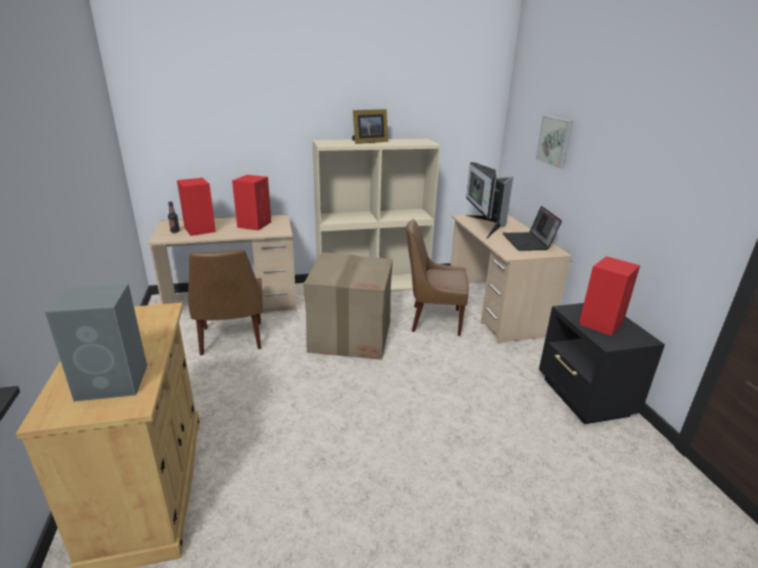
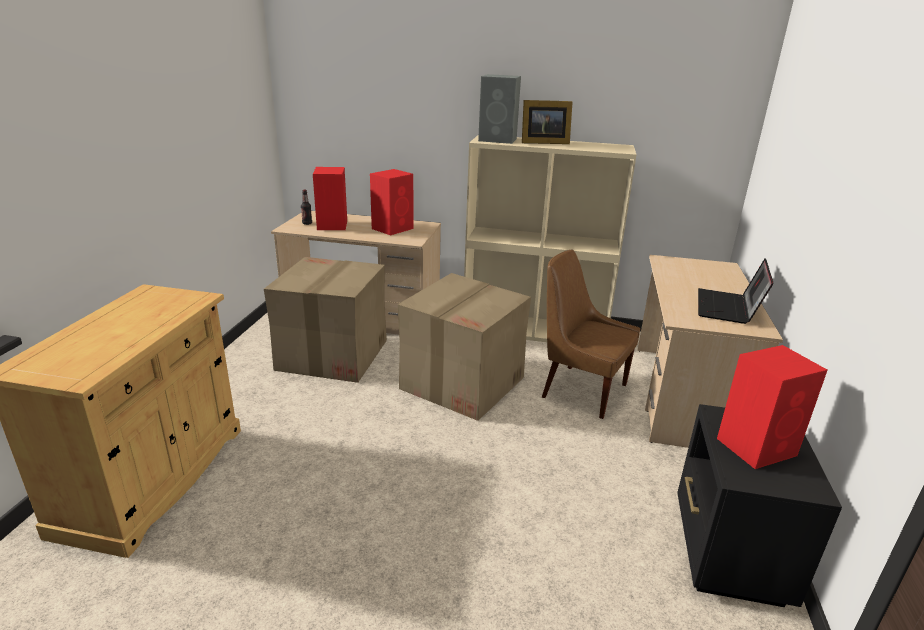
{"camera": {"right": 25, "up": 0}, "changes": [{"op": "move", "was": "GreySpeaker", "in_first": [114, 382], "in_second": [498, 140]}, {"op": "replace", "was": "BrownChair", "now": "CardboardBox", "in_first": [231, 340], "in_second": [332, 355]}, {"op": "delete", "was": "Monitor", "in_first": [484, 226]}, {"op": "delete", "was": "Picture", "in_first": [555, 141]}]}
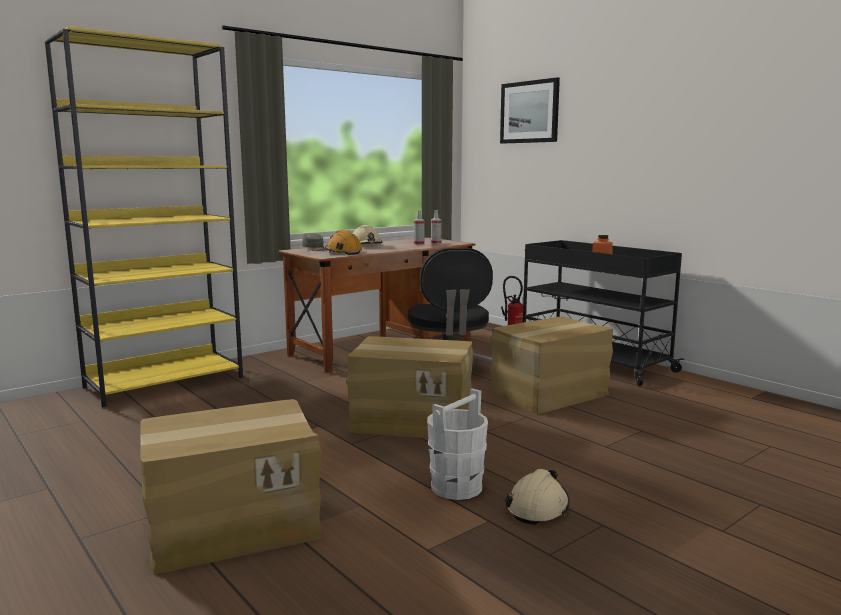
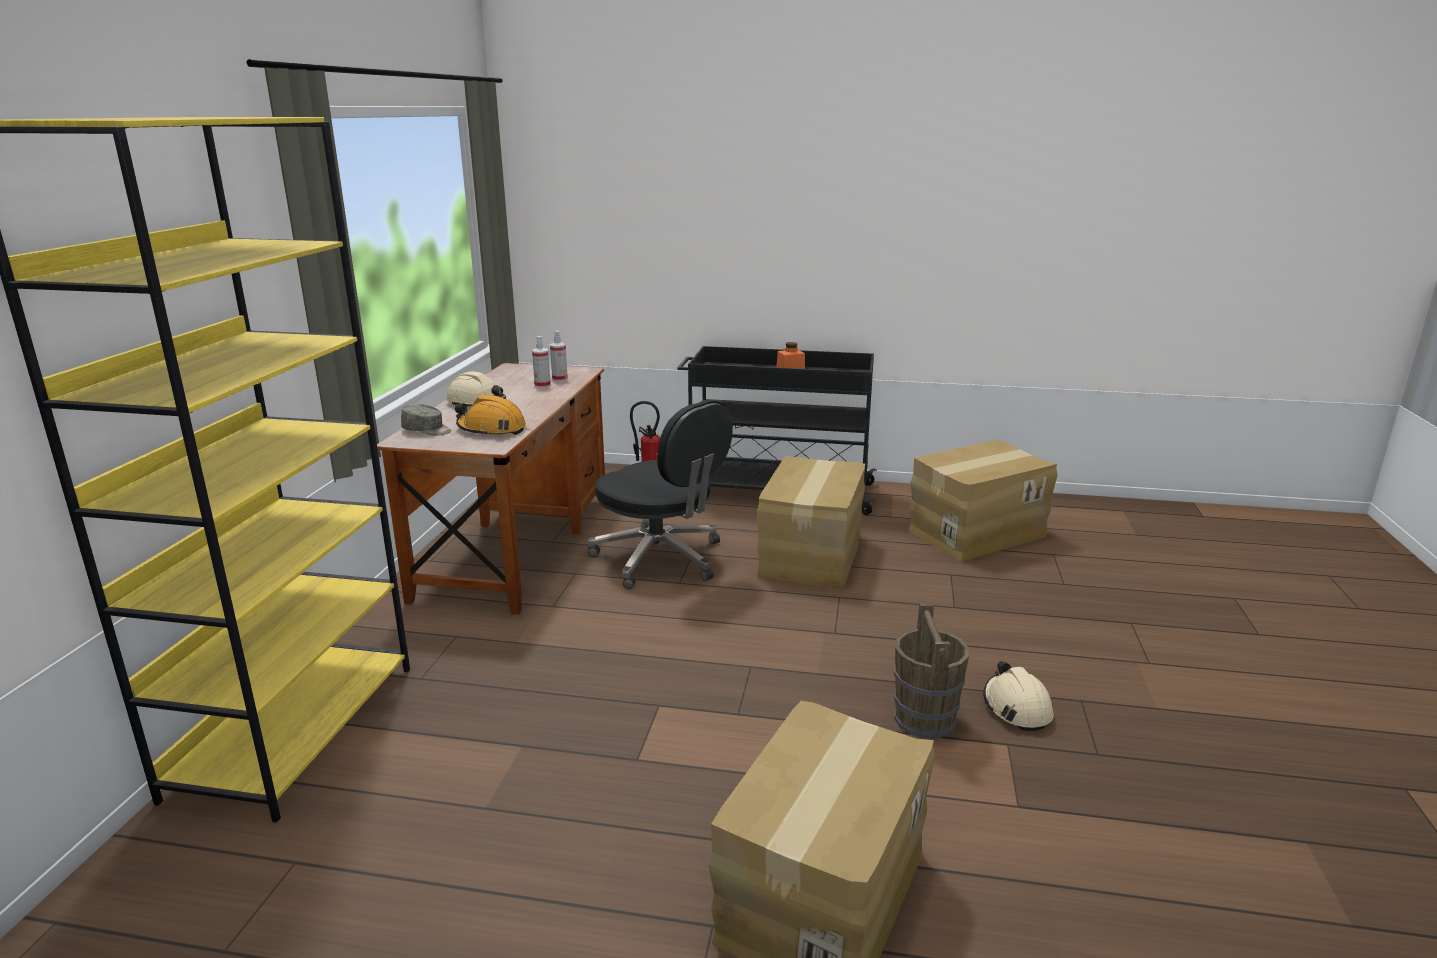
{"camera": {"right": -40, "up": 10}, "changes": [{"op": "move", "was": "CardboardBox", "in_first": [412, 421], "in_second": [975, 532]}, {"op": "recolor", "was": "WhiteBucket", "now": "BrownBucket", "in_first": [457, 487], "in_second": [924, 719]}, {"op": "delete", "was": "Picture", "in_first": [529, 112]}]}
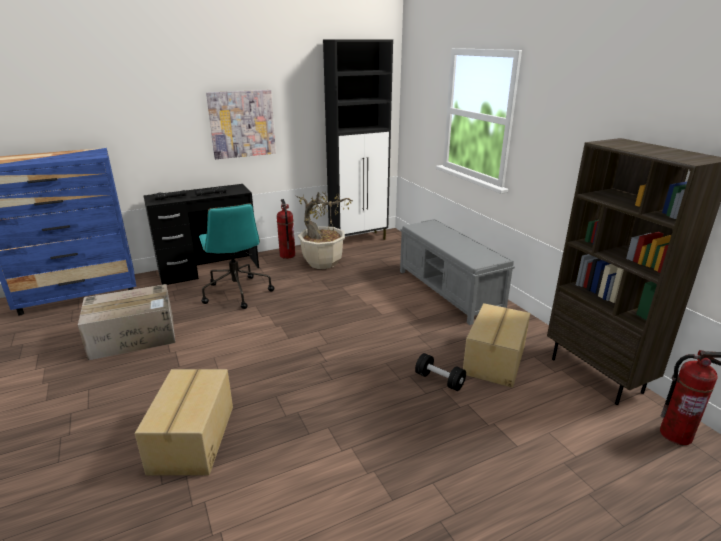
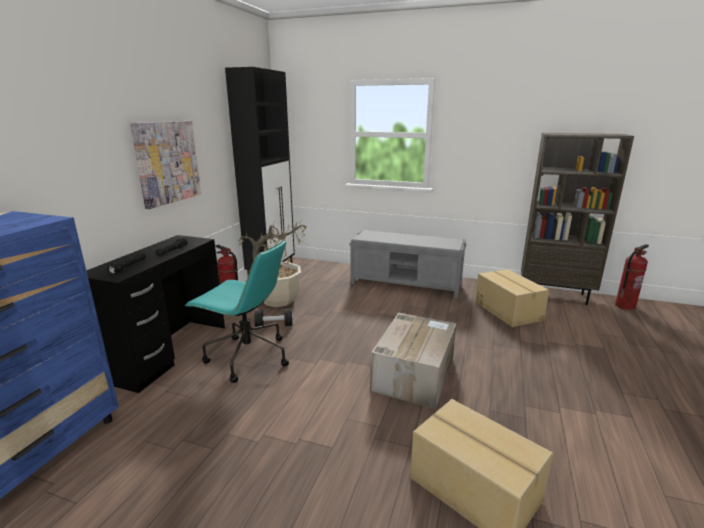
{"camera": {"right": -45, "up": -5}, "changes": [{"op": "move", "was": "CardboardBox", "in_first": [134, 336], "in_second": [414, 373]}, {"op": "move", "was": "BlackDumbbell", "in_first": [439, 380], "in_second": [274, 325]}]}
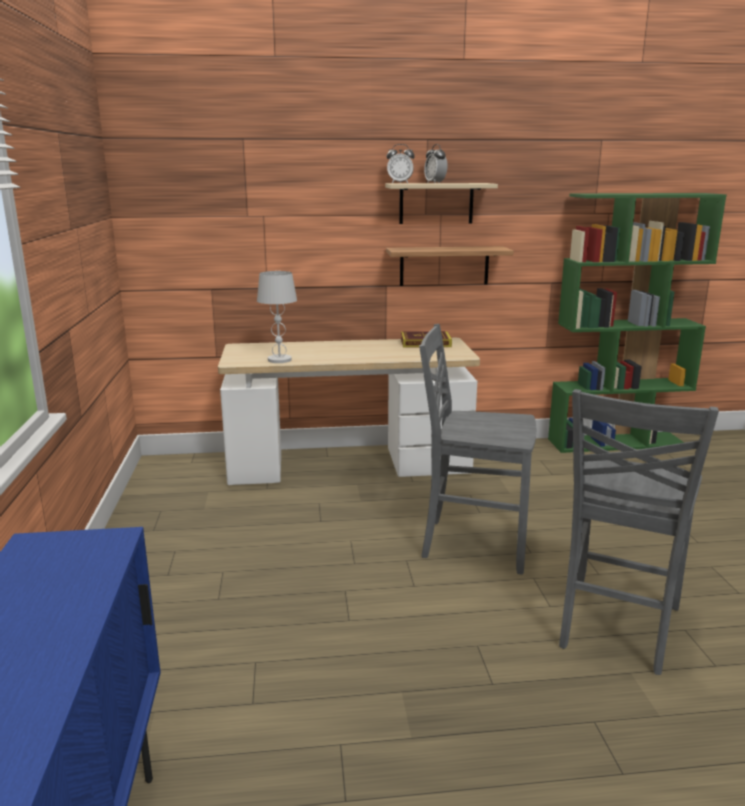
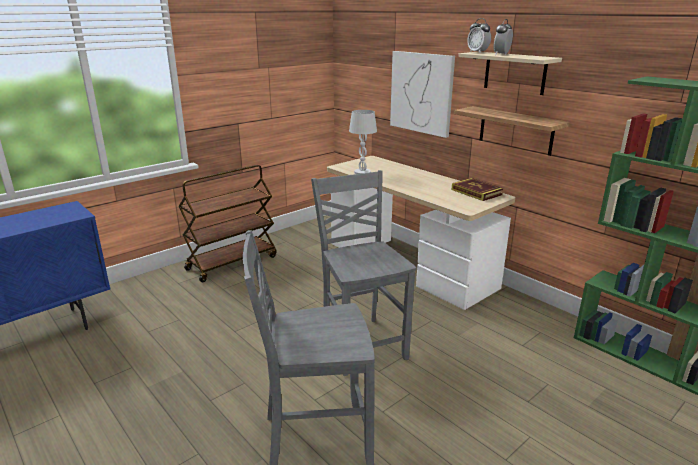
{"camera": {"right": 55, "up": 5}, "changes": [{"op": "insert", "now": "BrownCart", "in_second": [232, 262]}, {"op": "insert", "now": "Picture", "in_second": [421, 93]}]}
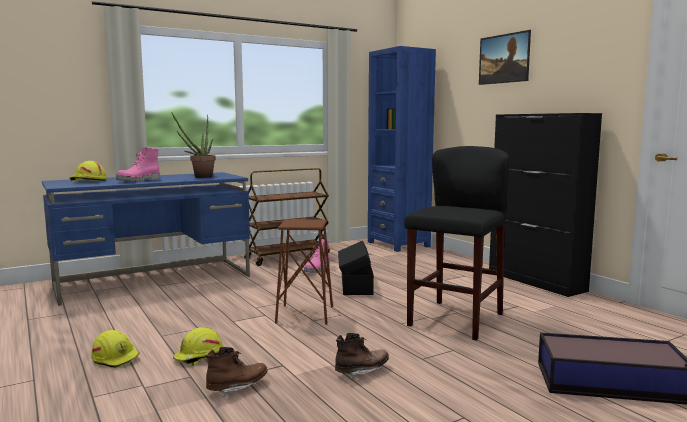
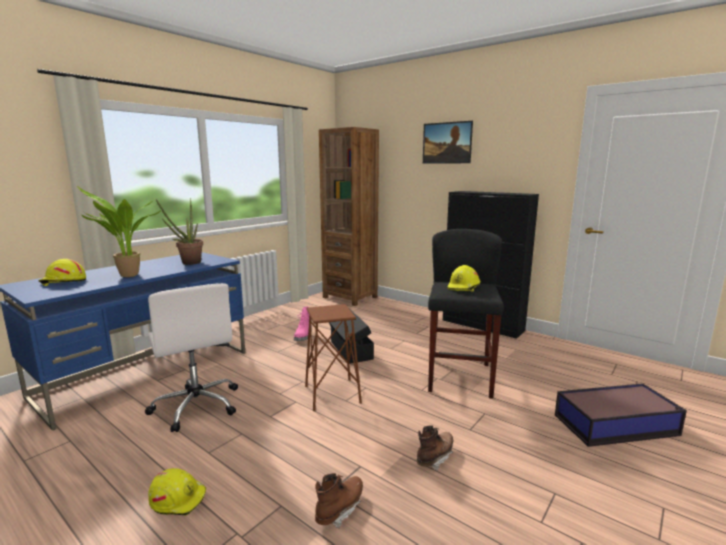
{"camera": {"right": -20, "up": 5}, "changes": [{"op": "replace", "was": "PinkBoot", "now": "PottedPlant", "in_first": [139, 181], "in_second": [127, 276]}, {"op": "move", "was": "YellowHardHat", "in_first": [199, 357], "in_second": [464, 287]}, {"op": "delete", "was": "BrownCart", "in_first": [288, 257]}, {"op": "recolor", "was": "BlueBookcase", "now": "BrownBookcase", "in_first": [398, 244], "in_second": [350, 297]}, {"op": "insert", "now": "WhiteOfficeChair", "in_second": [197, 405]}]}
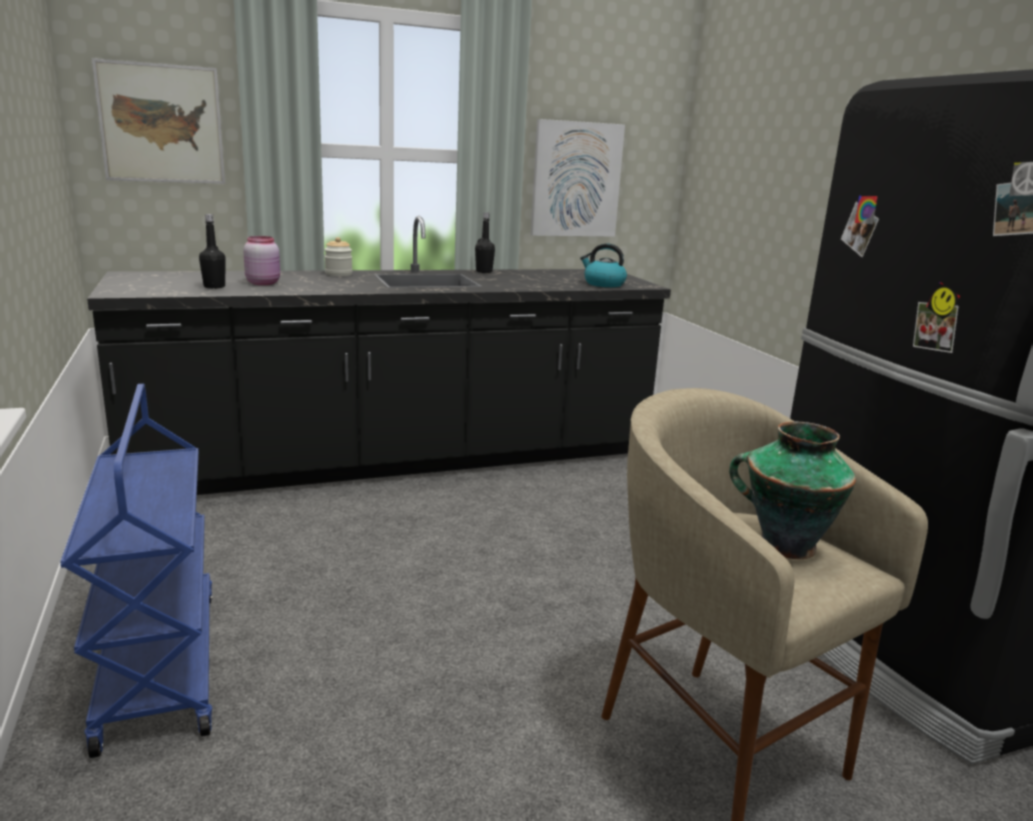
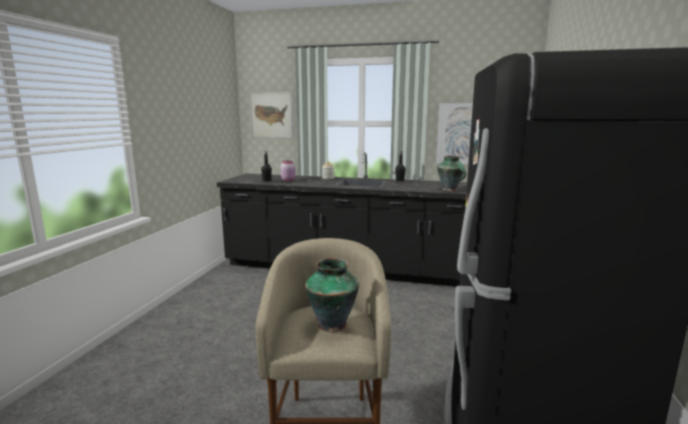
{"camera": {"right": 35, "up": -5}, "changes": [{"op": "delete", "was": "BlueCart", "in_first": [157, 665]}, {"op": "replace", "was": "Kettle", "now": "Vase", "in_first": [603, 284], "in_second": [450, 190]}]}
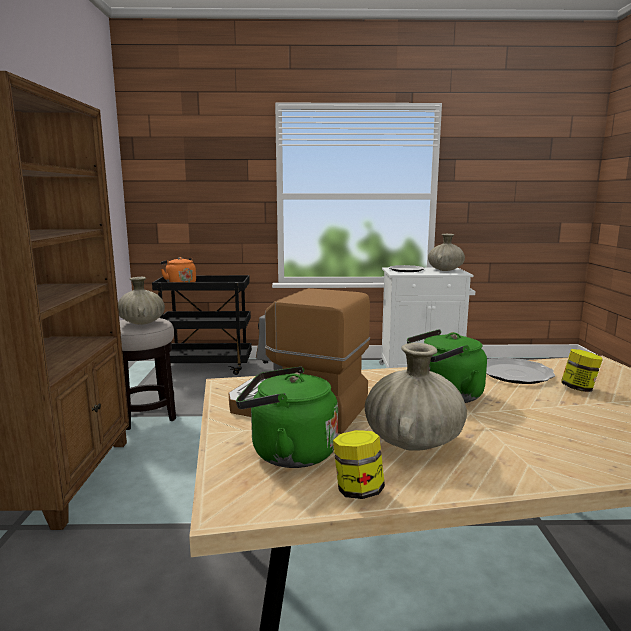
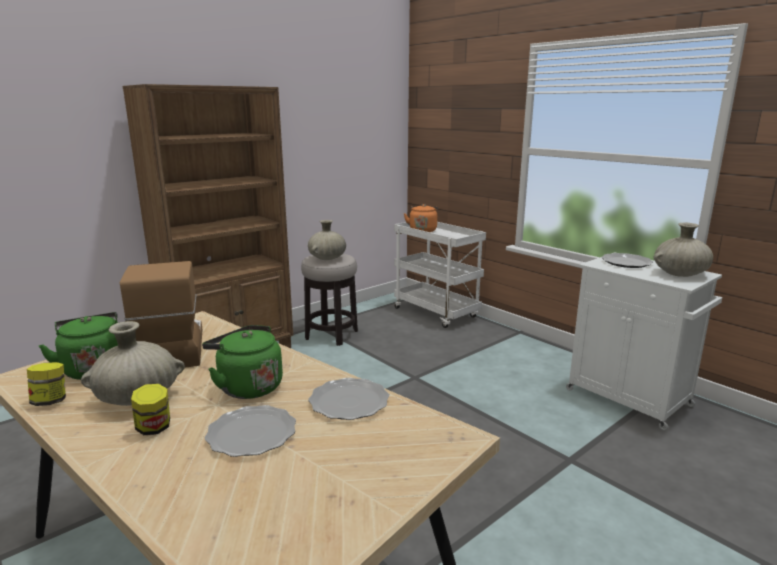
{"camera": {"right": 50, "up": 5}, "changes": [{"op": "recolor", "was": "BlackCart", "now": "WhiteCart", "in_first": [208, 367], "in_second": [437, 313]}, {"op": "move", "was": "Jar", "in_first": [579, 388], "in_second": [154, 428]}, {"op": "insert", "now": "Plate", "in_second": [252, 434]}]}
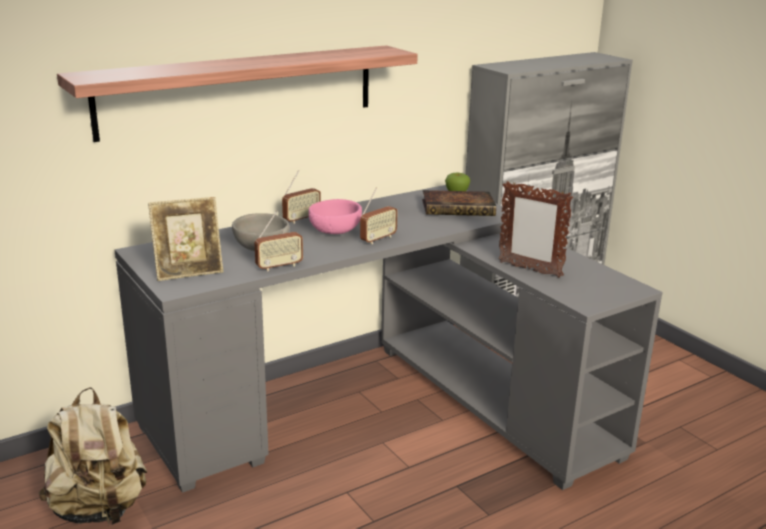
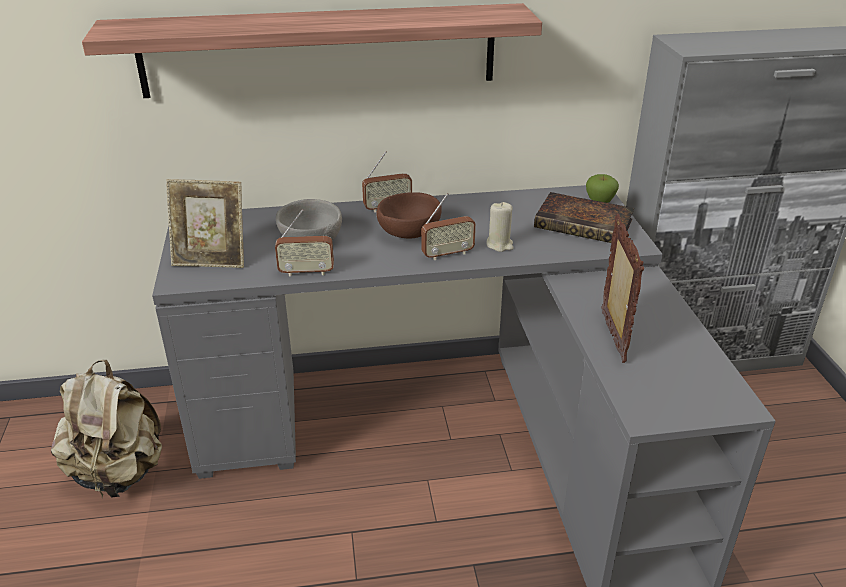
{"camera": {"right": 25, "up": 10}, "changes": [{"op": "recolor", "was": "PinkBowl", "now": "BrownBowl", "in_first": [336, 231], "in_second": [410, 233]}, {"op": "rotate", "was": "PictureFrame", "in_first": [529, 269], "in_second": [612, 337], "clockwise": -150}, {"op": "insert", "now": "BeigeCandle", "in_second": [499, 244]}]}
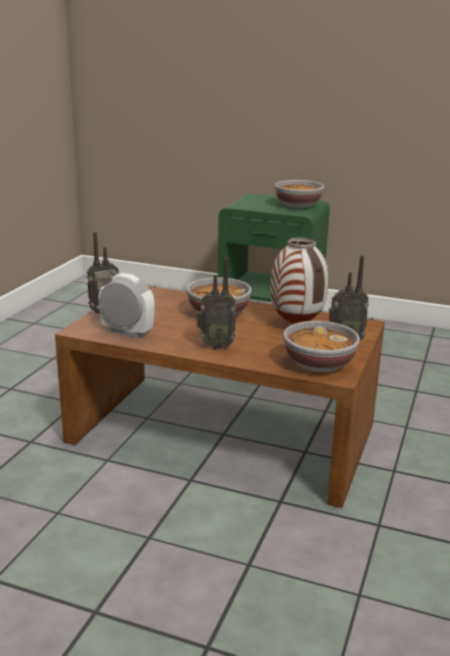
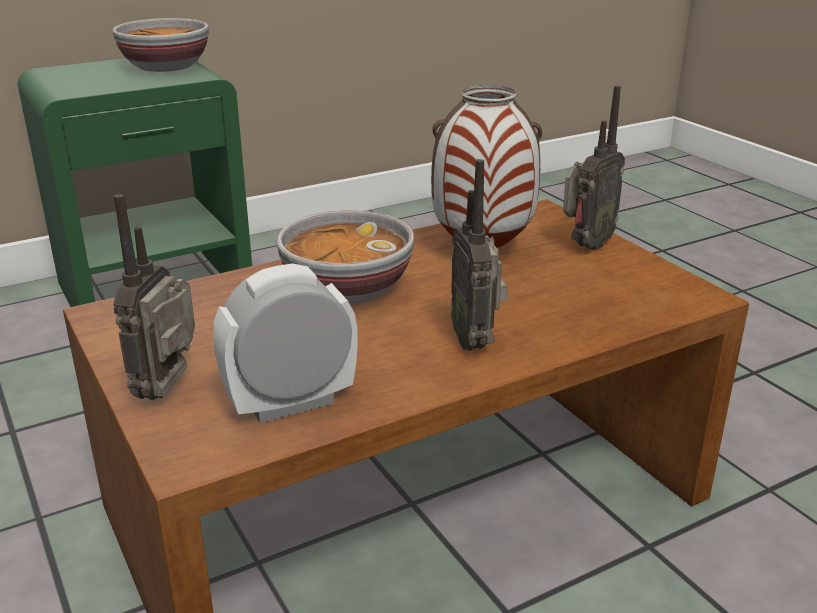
{"camera": {"right": -50, "up": 5}, "changes": [{"op": "rotate", "was": "Radio", "in_first": [216, 345], "in_second": [475, 341], "clockwise": 120}, {"op": "delete", "was": "Bowl", "in_first": [318, 364]}]}
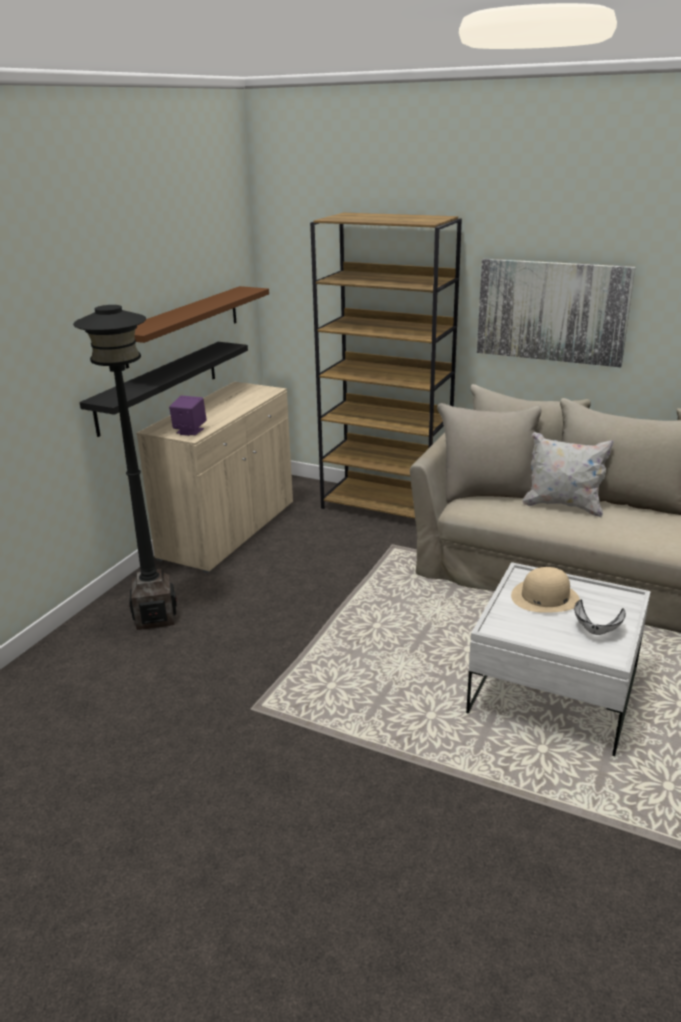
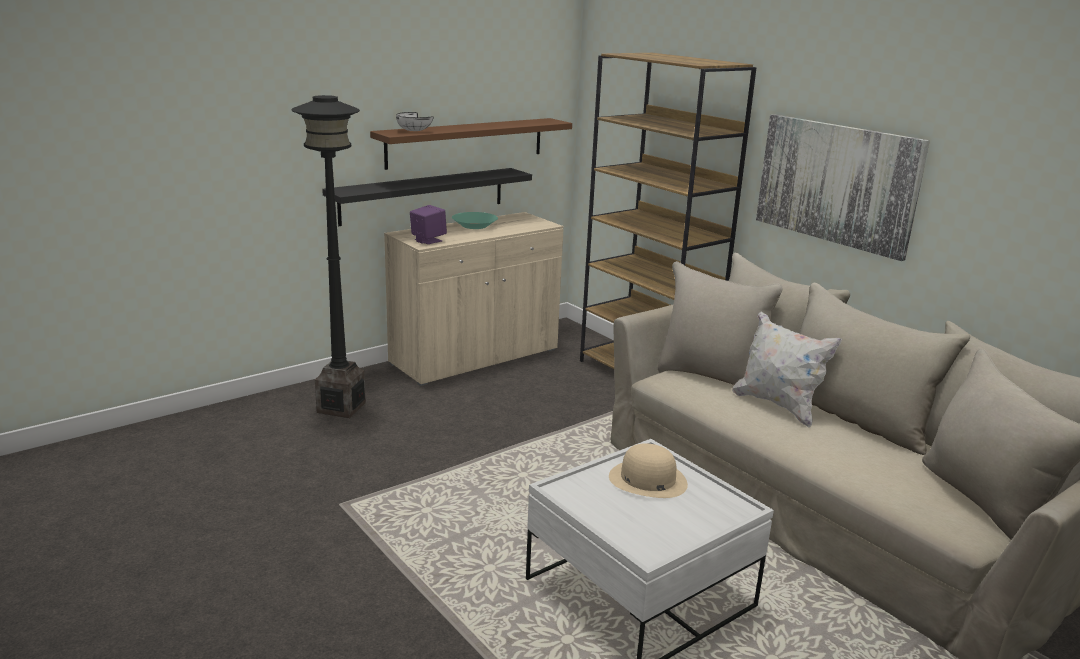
{"camera": {"right": 25, "up": -5}, "changes": [{"op": "move", "was": "WhiteBowl", "in_first": [596, 631], "in_second": [412, 131]}, {"op": "insert", "now": "TurquoiseBowl", "in_second": [474, 226]}]}
